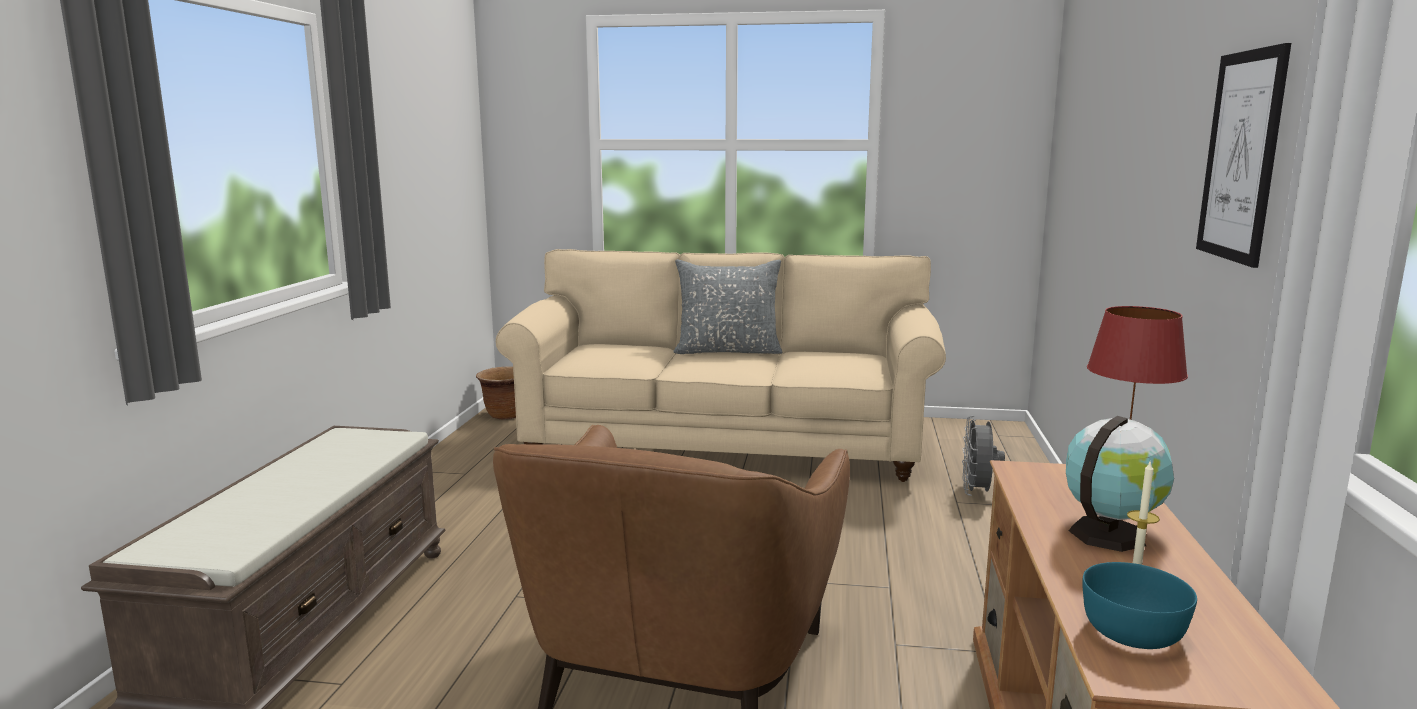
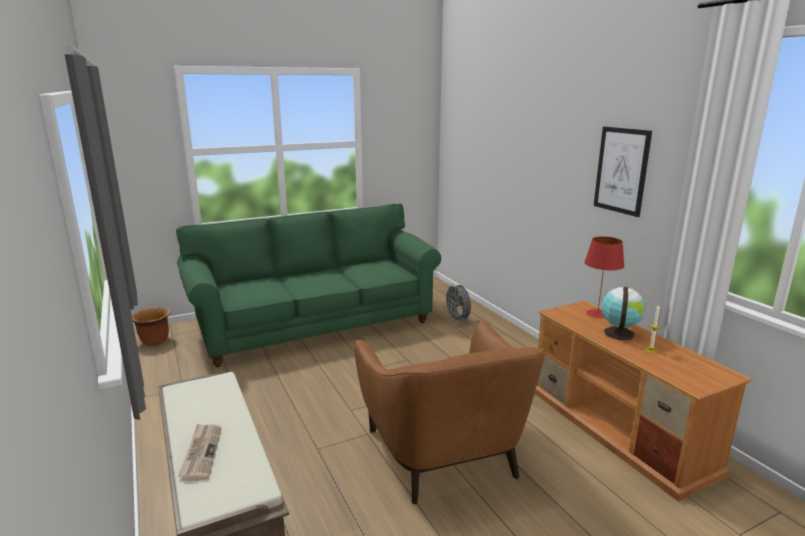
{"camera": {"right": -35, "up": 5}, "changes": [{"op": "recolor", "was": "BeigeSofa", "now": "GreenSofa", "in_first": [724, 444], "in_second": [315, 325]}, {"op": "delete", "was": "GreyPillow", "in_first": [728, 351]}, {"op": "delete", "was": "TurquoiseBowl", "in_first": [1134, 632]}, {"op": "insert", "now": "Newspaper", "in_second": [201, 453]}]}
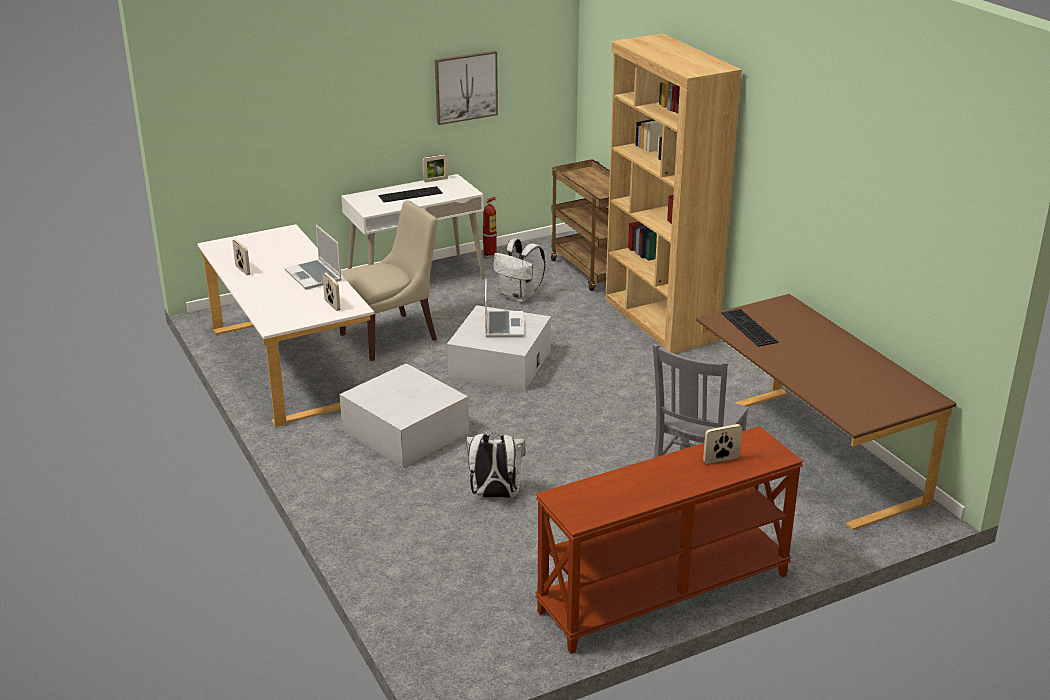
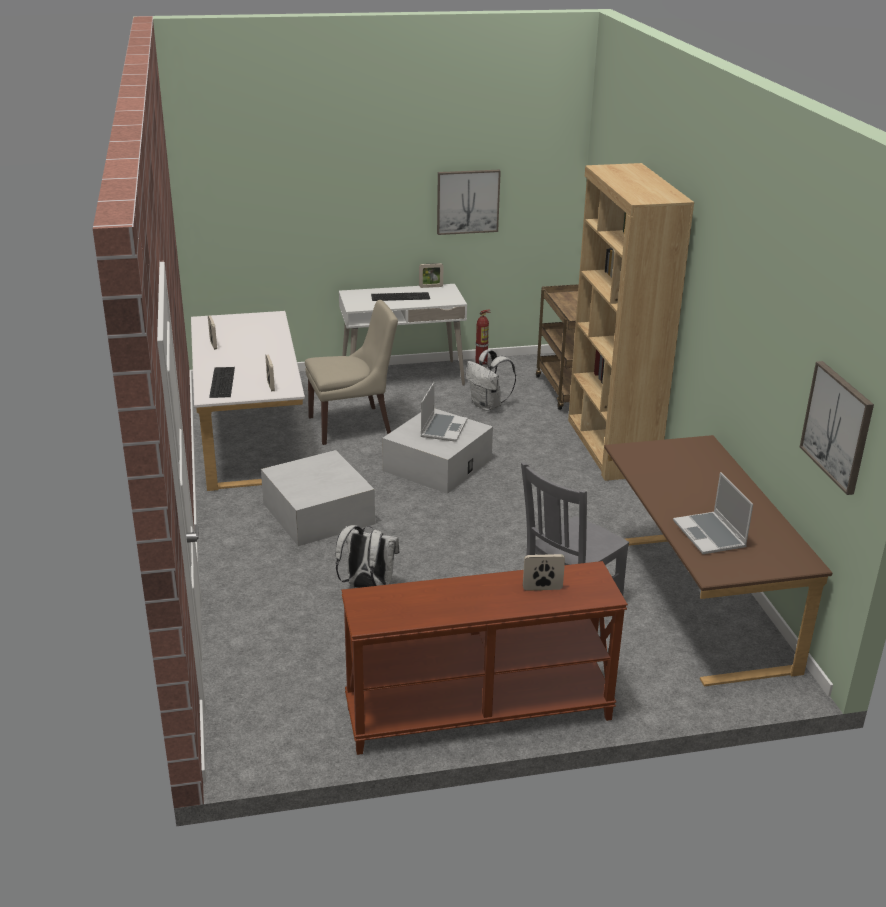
{"camera": {"right": 15, "up": 0}, "changes": [{"op": "move", "was": "Laptop", "in_first": [314, 276], "in_second": [710, 535]}, {"op": "move", "was": "Keyboard", "in_first": [747, 327], "in_second": [221, 382]}, {"op": "insert", "now": "Picture", "in_second": [837, 426]}]}
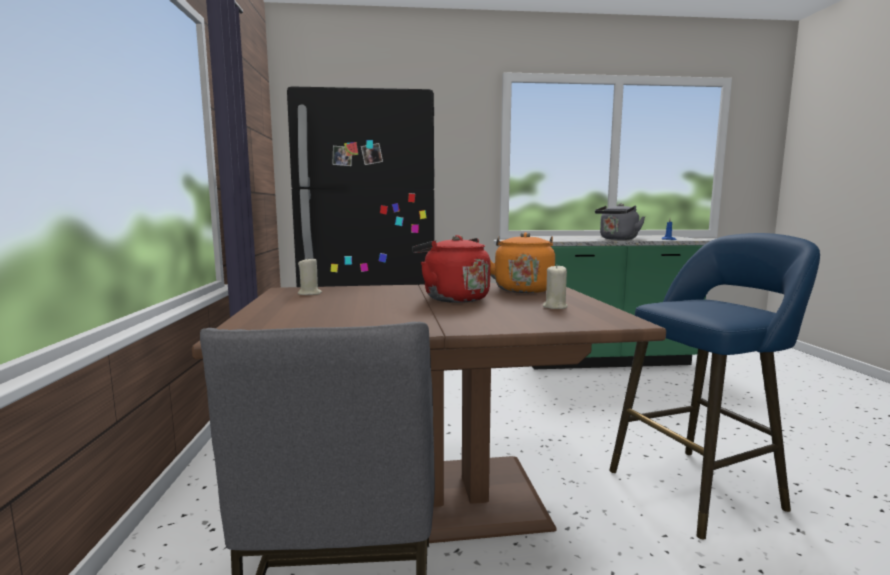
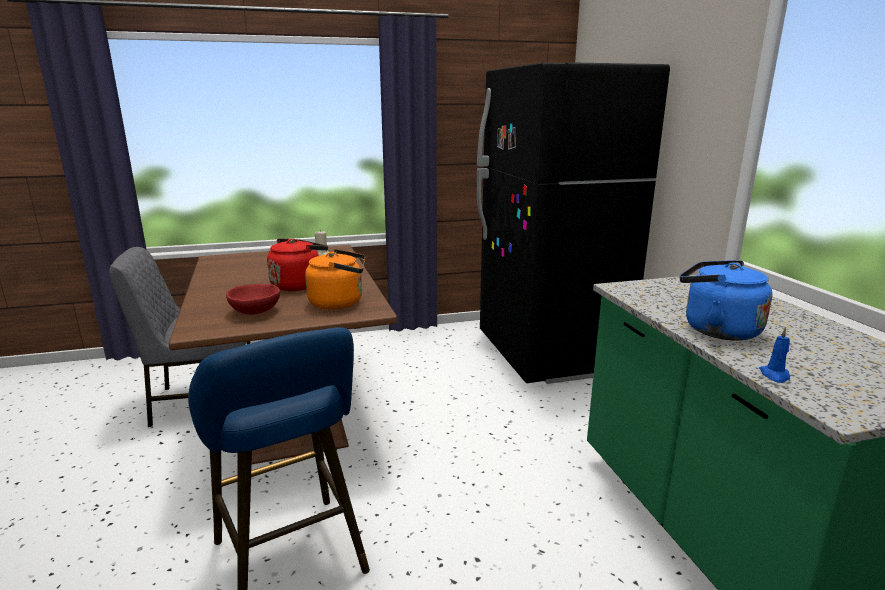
{"camera": {"right": 80, "up": 10}, "changes": [{"op": "replace", "was": "BeigeCandle", "now": "RedBowl", "in_first": [554, 307], "in_second": [255, 312]}, {"op": "recolor", "was": "GreyKettle", "now": "BlueKettle", "in_first": [617, 239], "in_second": [716, 330]}]}
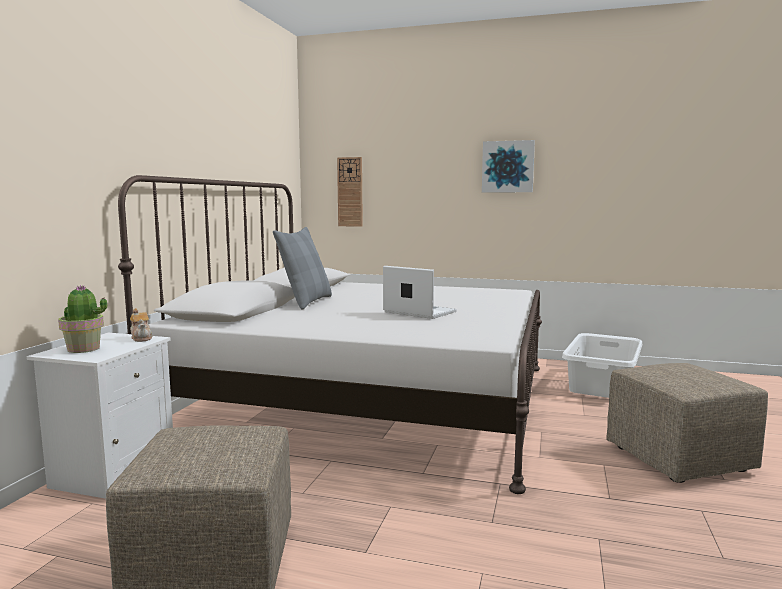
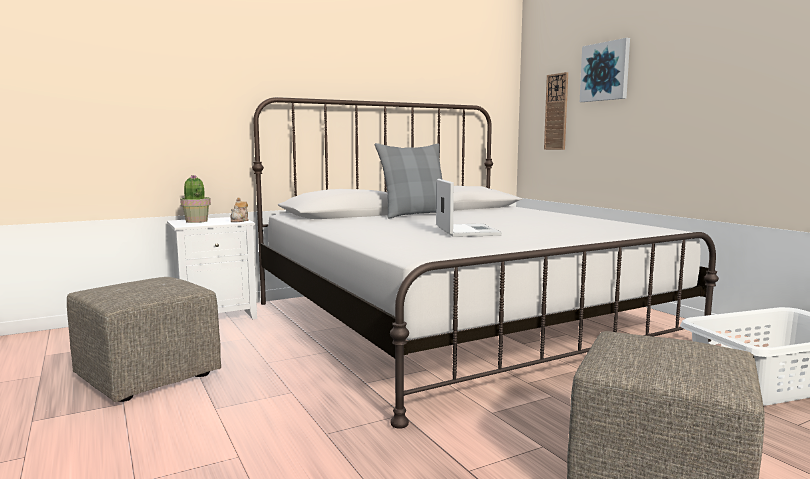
{"camera": {"right": 45, "up": 0}, "changes": [{"op": "move", "was": "Picture", "in_first": [508, 167], "in_second": [605, 71]}]}
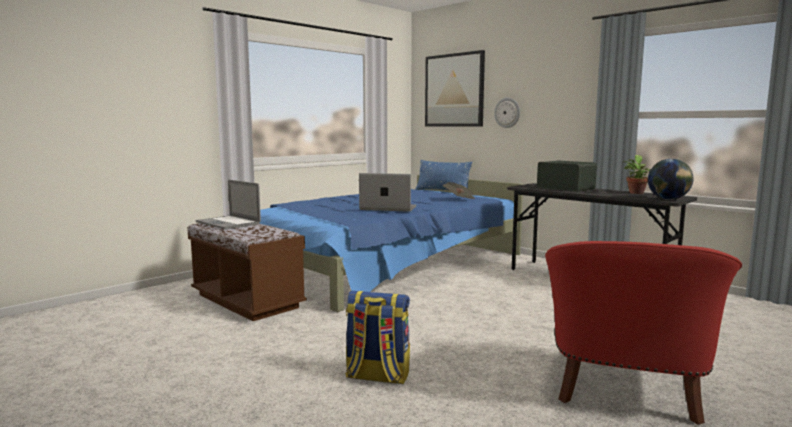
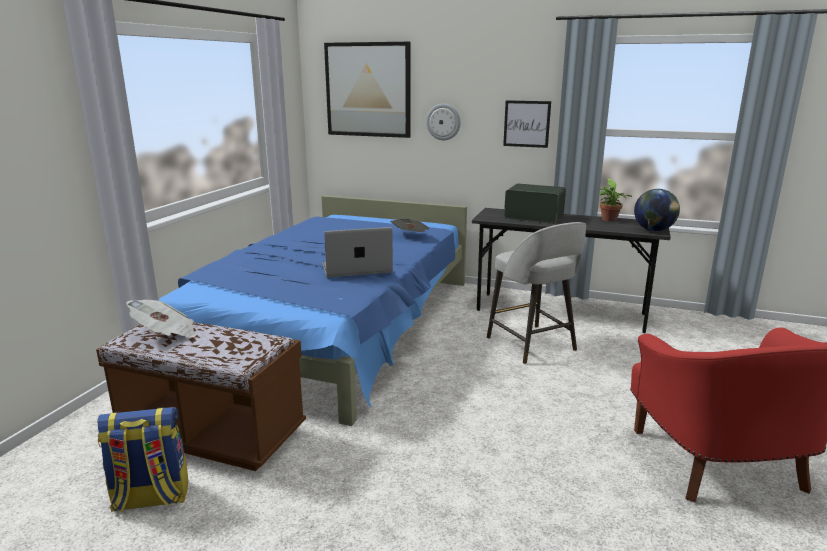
{"camera": {"right": -25, "up": 10}, "changes": [{"op": "replace", "was": "Laptop", "now": "Newspaper", "in_first": [228, 223], "in_second": [166, 334]}, {"op": "move", "was": "Backpack", "in_first": [377, 376], "in_second": [150, 498]}, {"op": "delete", "was": "BluePillow", "in_first": [443, 191]}, {"op": "insert", "now": "GreyStool", "in_second": [532, 345]}, {"op": "insert", "now": "Picture", "in_second": [526, 124]}]}
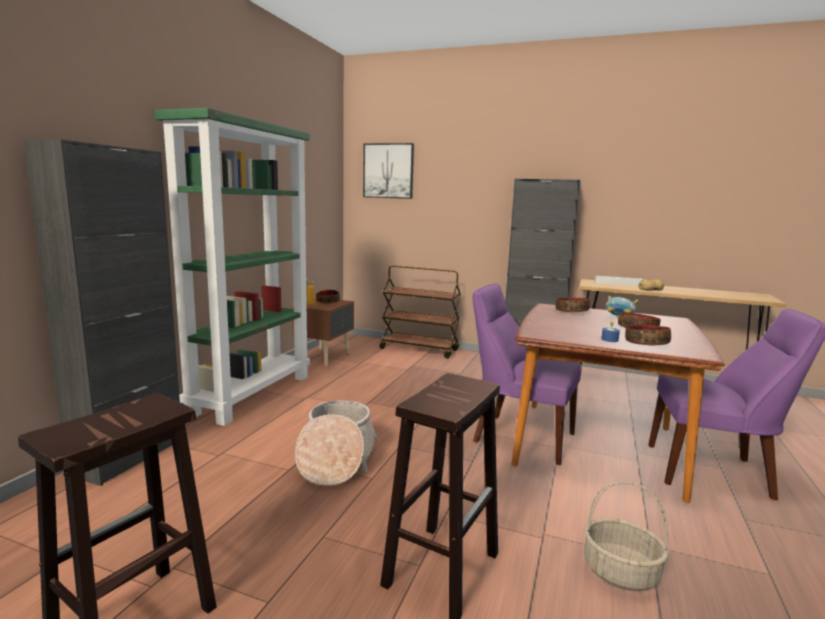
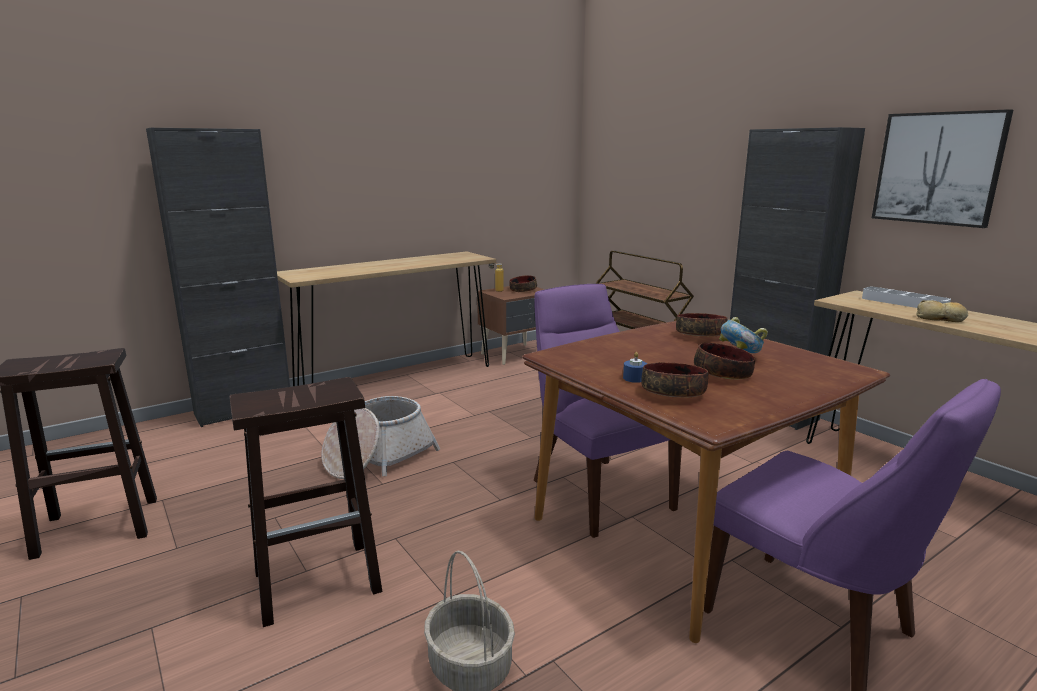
{"camera": {"right": 35, "up": 5}, "changes": [{"op": "replace", "was": "GreenBookcase", "now": "BrownConsoleTable", "in_first": [252, 394], "in_second": [397, 379]}, {"op": "move", "was": "Picture", "in_first": [388, 171], "in_second": [938, 168]}]}
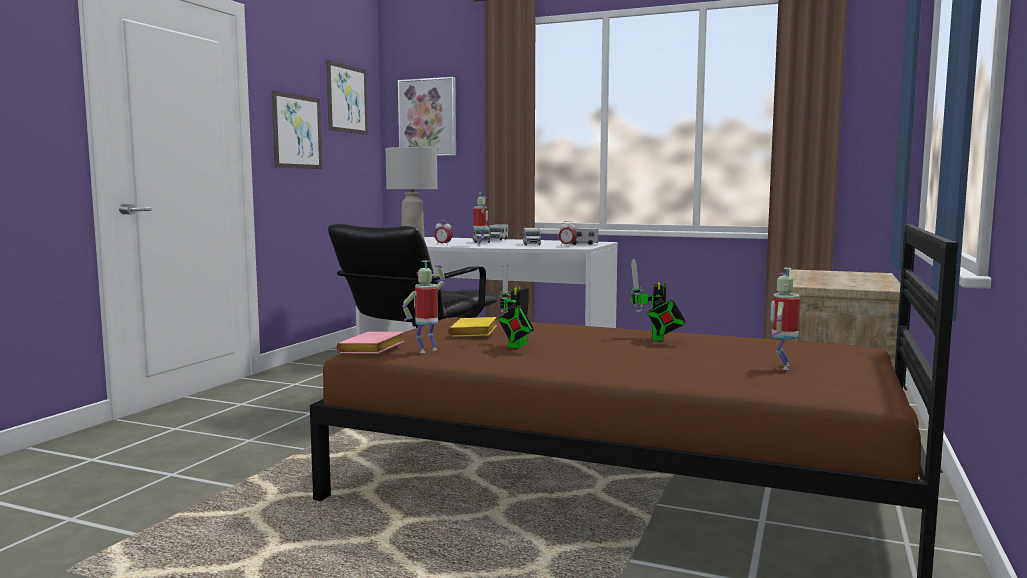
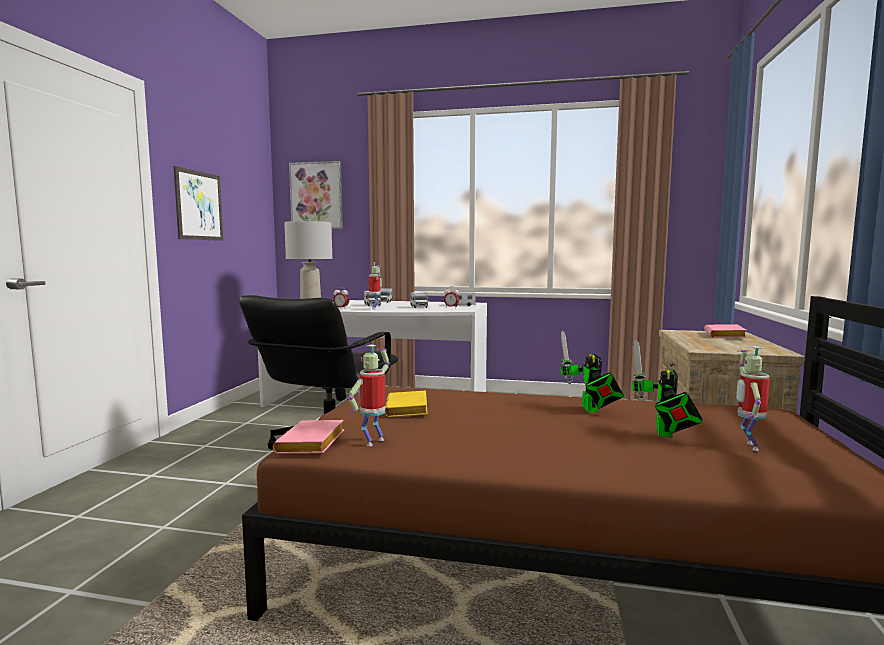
{"camera": {"right": -10, "up": 0}, "changes": [{"op": "delete", "was": "Picture", "in_first": [347, 99]}, {"op": "move", "was": "ToyRobot", "in_first": [516, 346], "in_second": [664, 434]}, {"op": "insert", "now": "PinkBook", "in_second": [726, 336]}]}
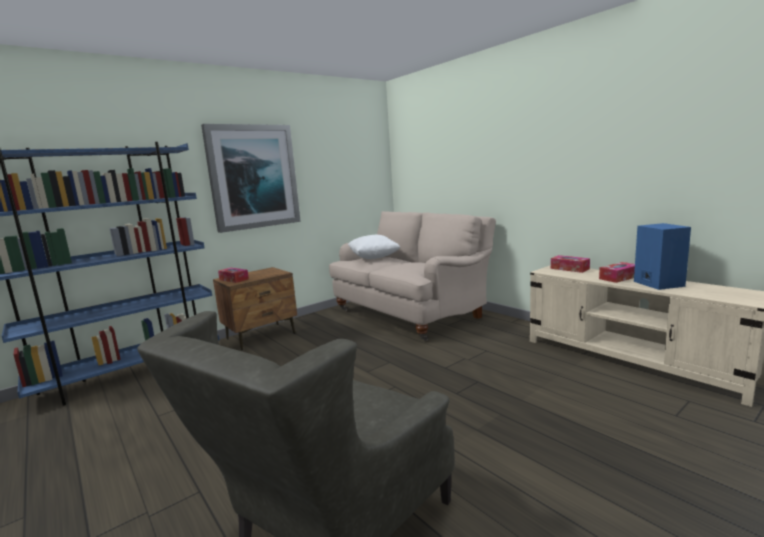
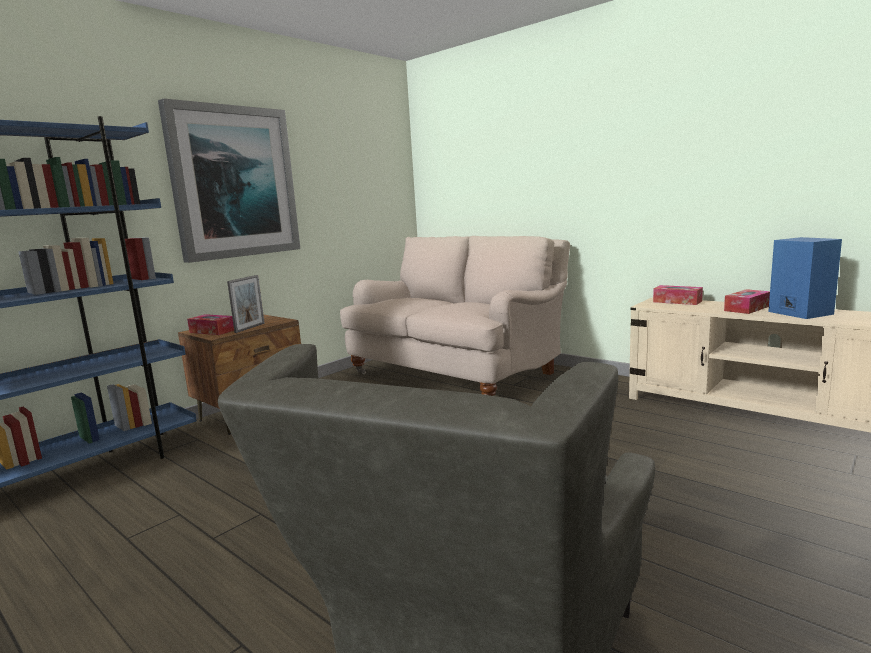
{"camera": {"right": -10, "up": 0}, "changes": [{"op": "delete", "was": "WhitePillow", "in_first": [374, 258]}, {"op": "insert", "now": "PictureFrame", "in_second": [250, 328]}]}
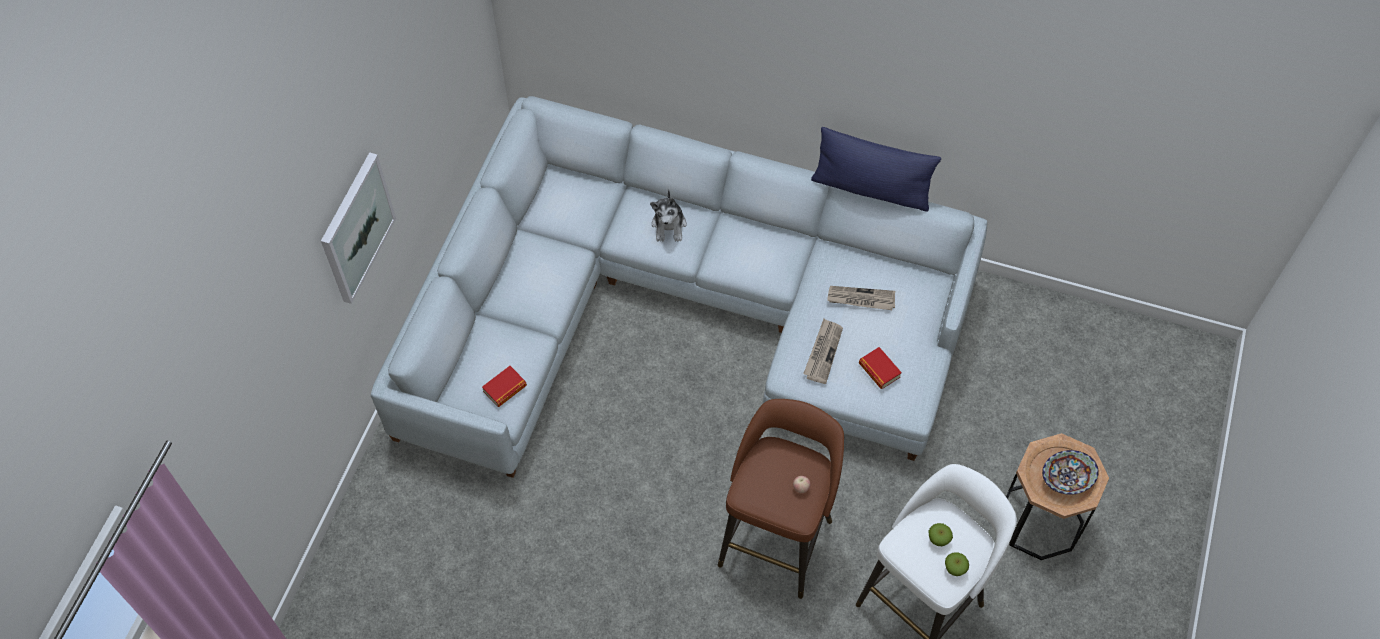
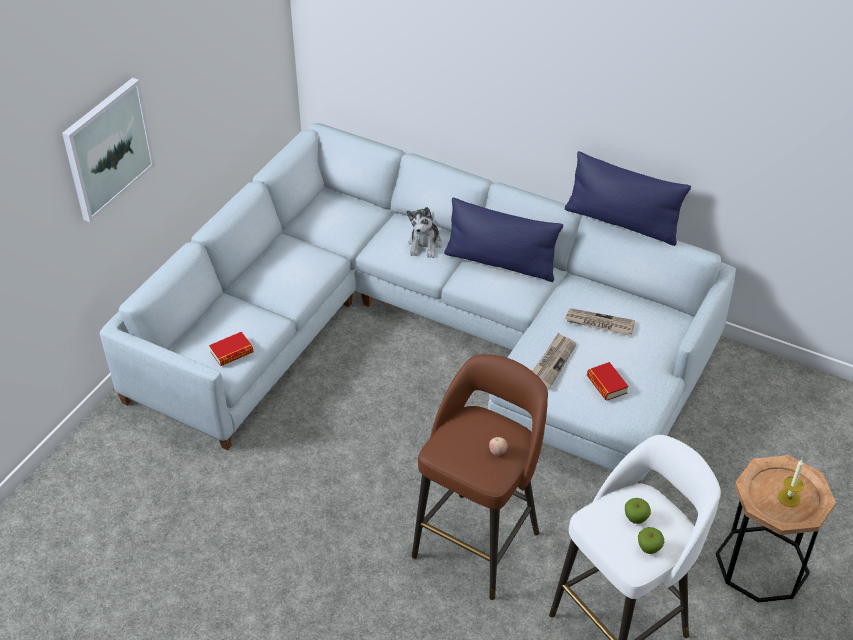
{"camera": {"right": 10, "up": -15}, "changes": [{"op": "replace", "was": "Bowl", "now": "Candle", "in_first": [1066, 478], "in_second": [789, 498]}, {"op": "insert", "now": "BluePillow", "in_second": [500, 263]}]}
